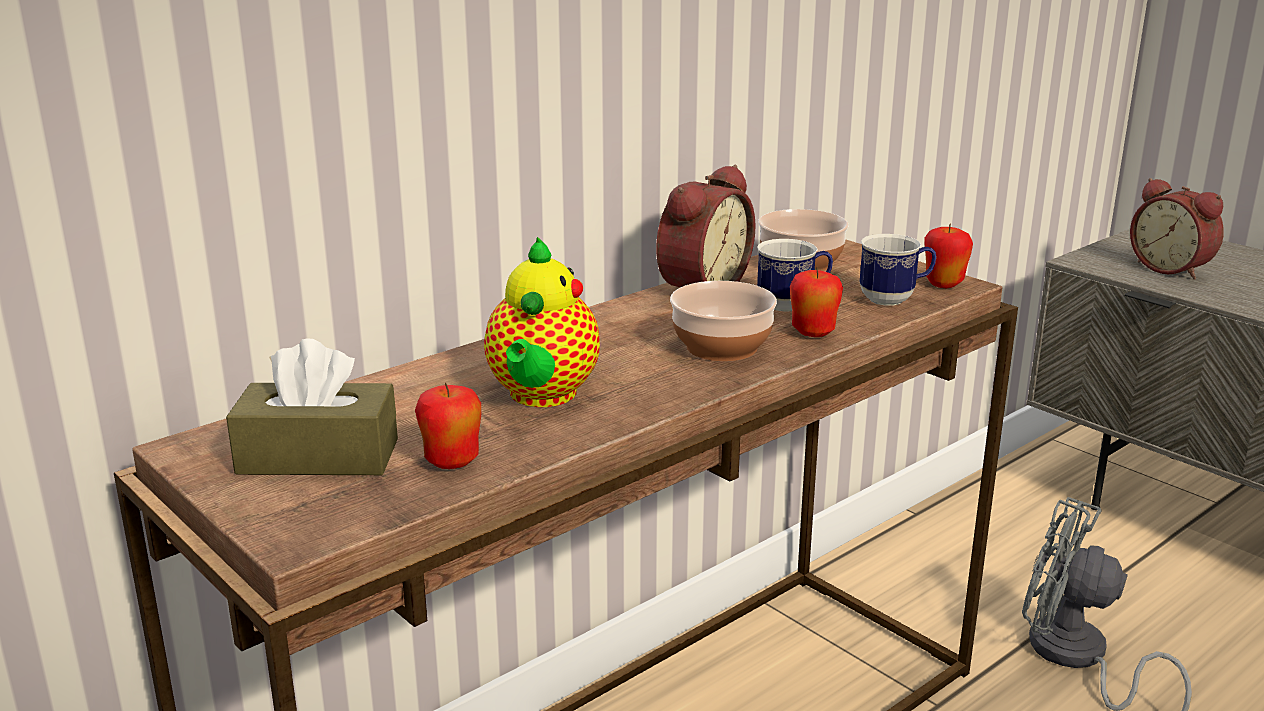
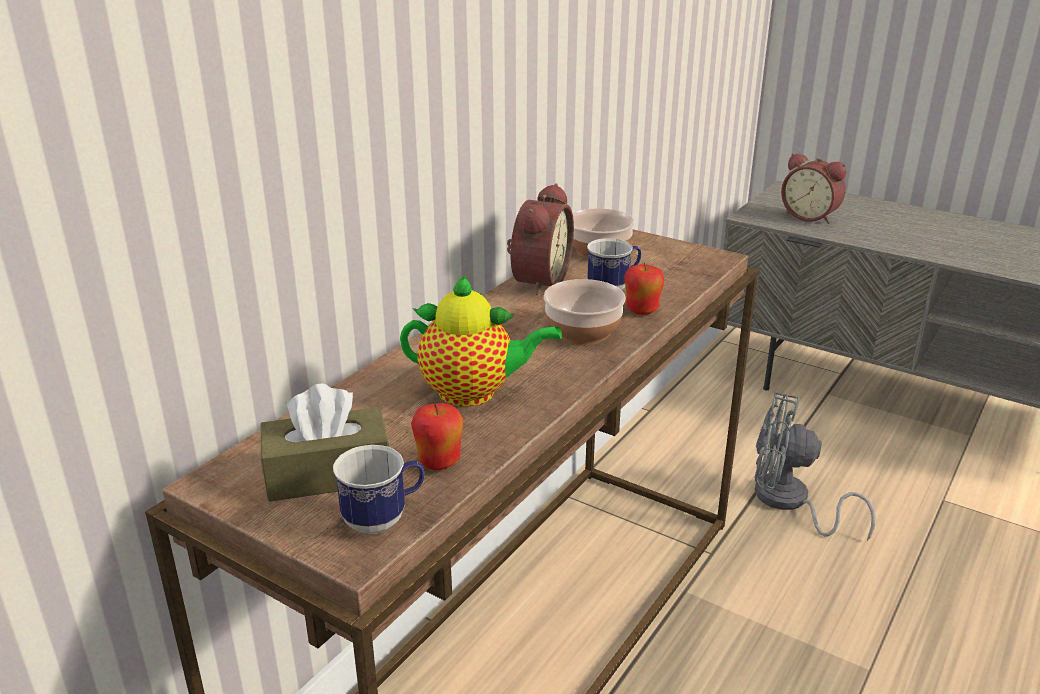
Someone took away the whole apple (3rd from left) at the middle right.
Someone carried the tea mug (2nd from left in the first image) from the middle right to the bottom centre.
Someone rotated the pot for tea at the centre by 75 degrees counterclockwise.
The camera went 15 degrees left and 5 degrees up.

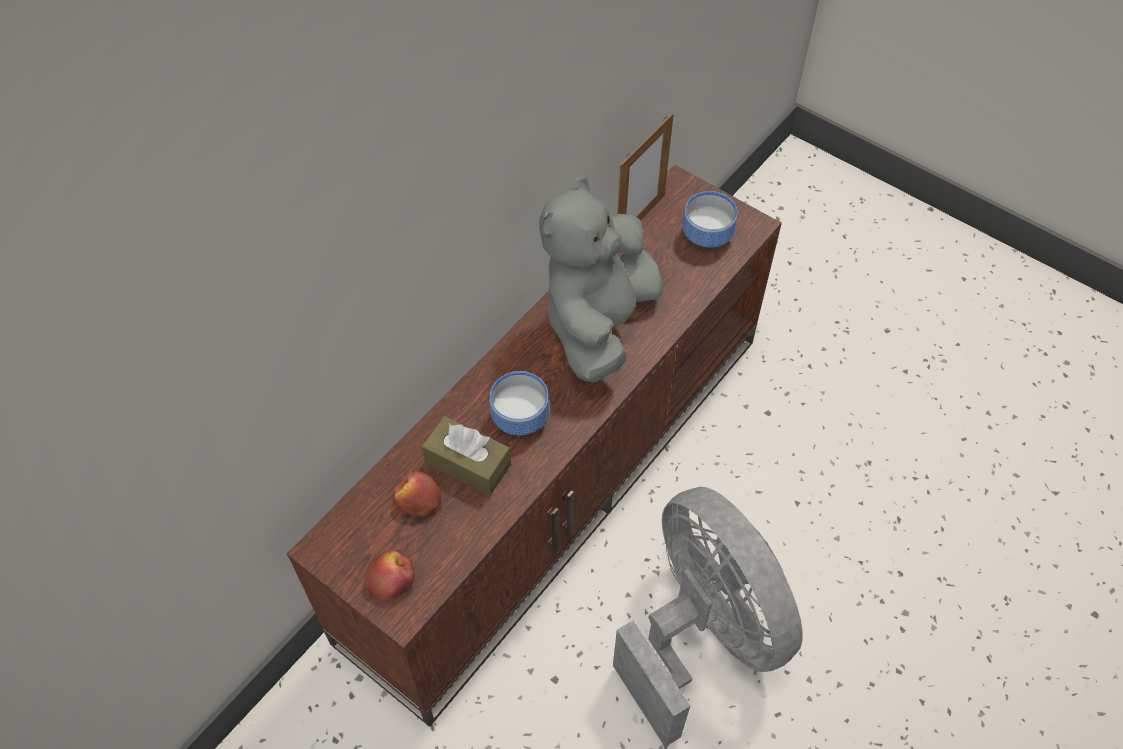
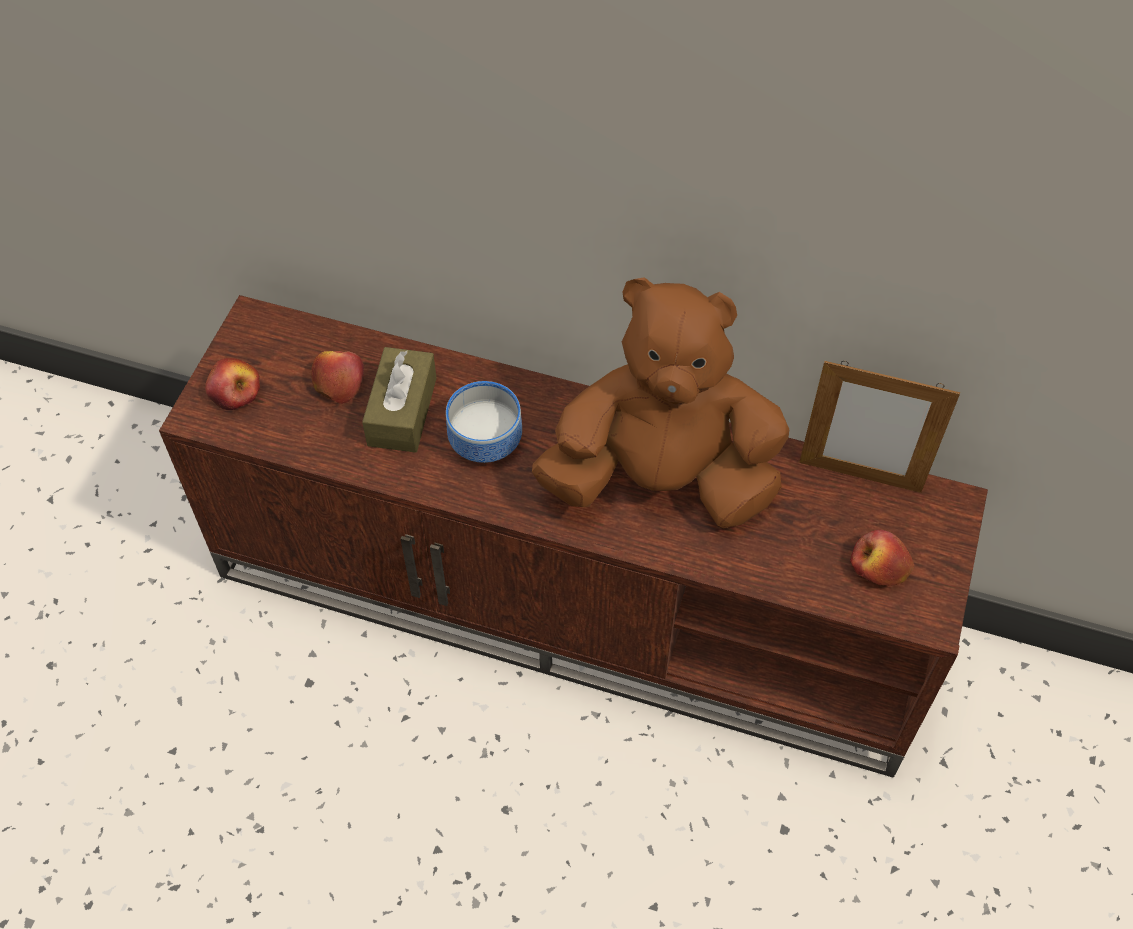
Someone repainted the gray plush toy at the centre, which became the brown-coloured plush toy at the centre.
Someone swapped the deep dish (2nd from left) at the top centre for the whole apple (3rd from left) at the middle right.
Someone took away the gray fan at the bottom centre.
The camera went 70 degrees right and 0 degrees up.

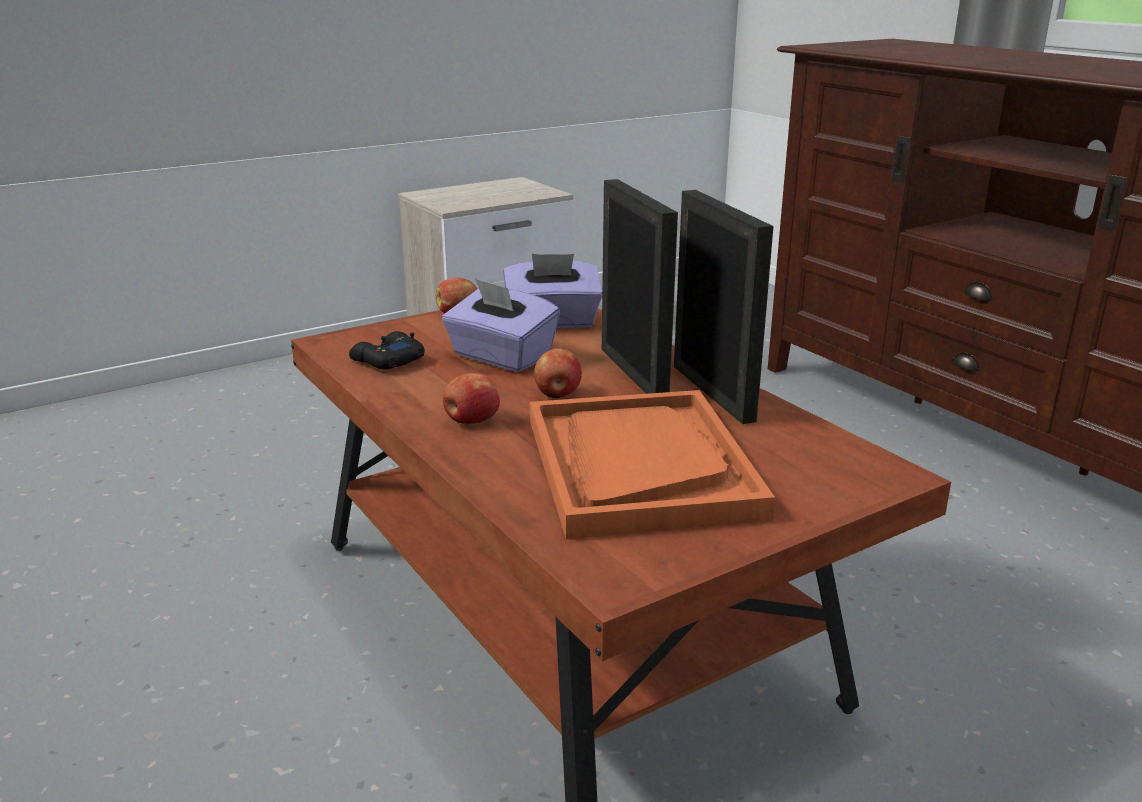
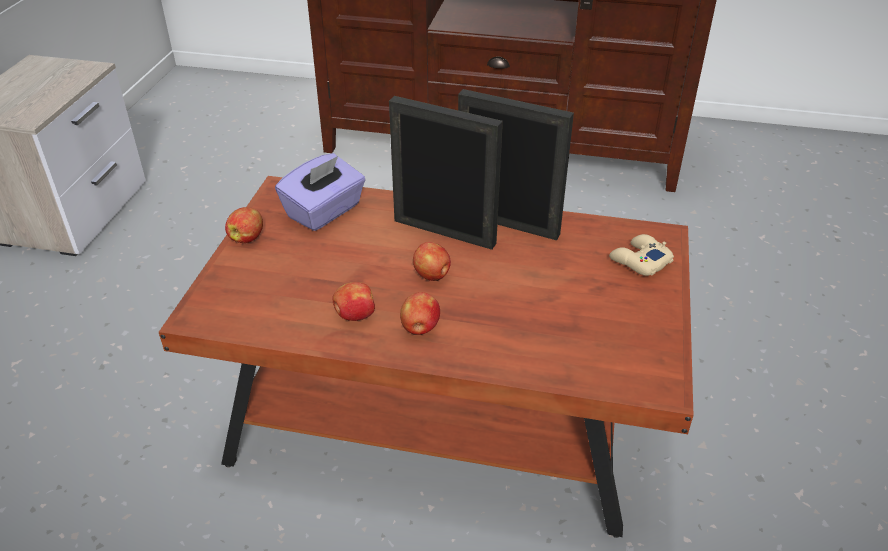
Someone took away the purple-coloured tissue box (1st from left) at the centre.
Someone took away the blackish gamepad at the centre.
Someone took away the orange carrying tray at the centre.
Someone put down the beige-coloured gamepad at the middle right.
Someone put down the whole apple (2nd from left) at the centre.
The camera went 45 degrees left and 15 degrees up.

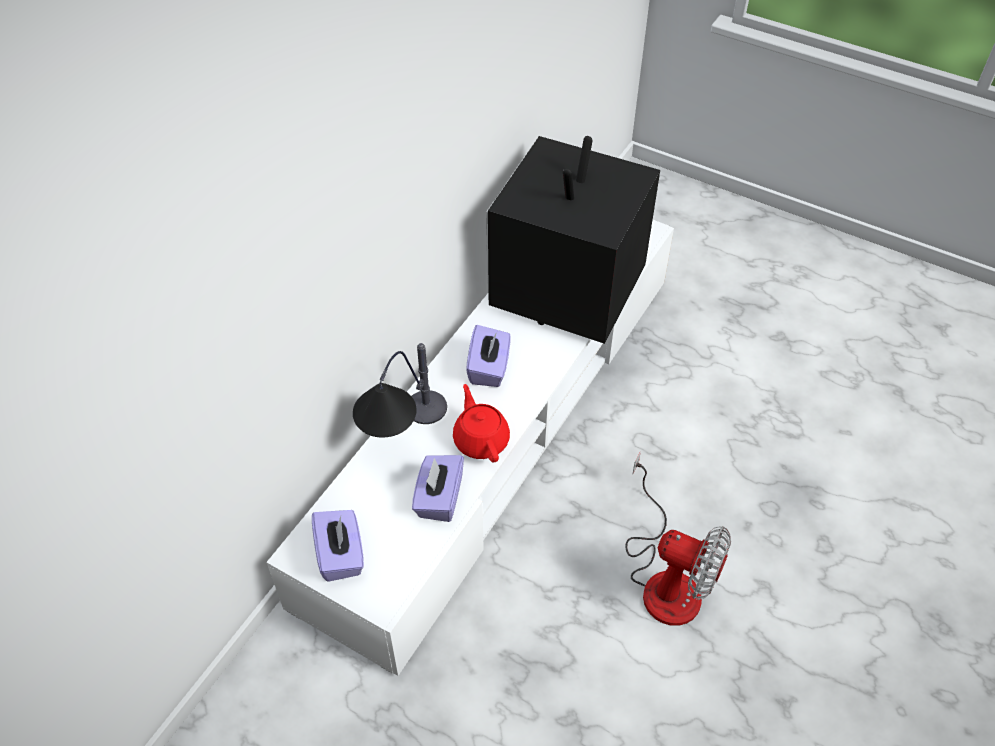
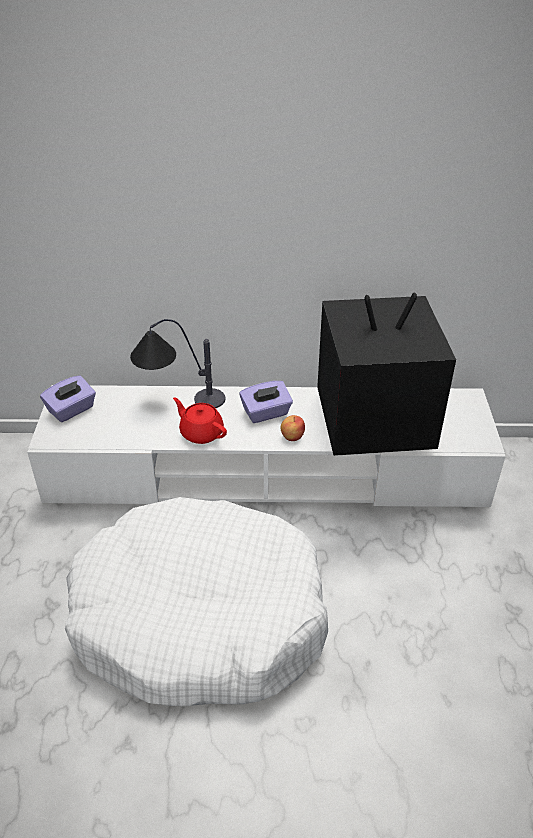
Someone rotated the reddish pot for tea at the centre by 90 degrees counterclockwise.
Someone swapped the fan at the bottom right for the whitish dog bed at the bottom centre.
Someone took away the purple-coloured tissue box (2nd from left) at the centre.
Someone put down the whole apple at the centre.
The camera went 60 degrees right and 10 degrees down.

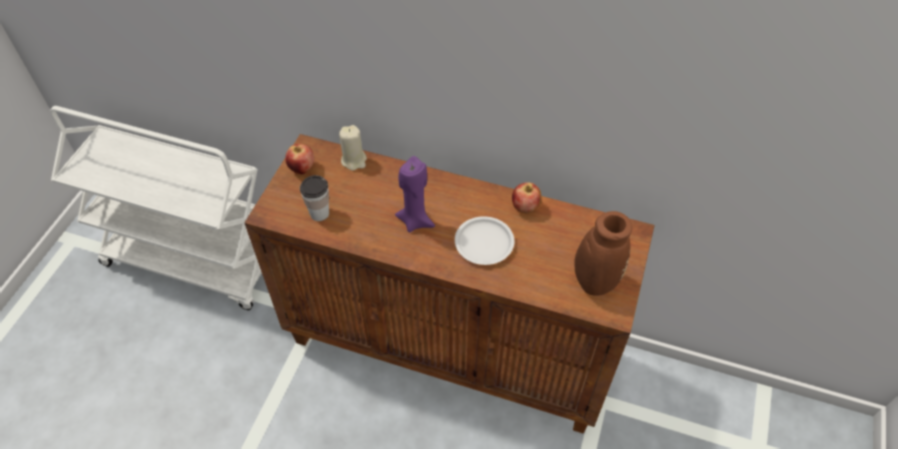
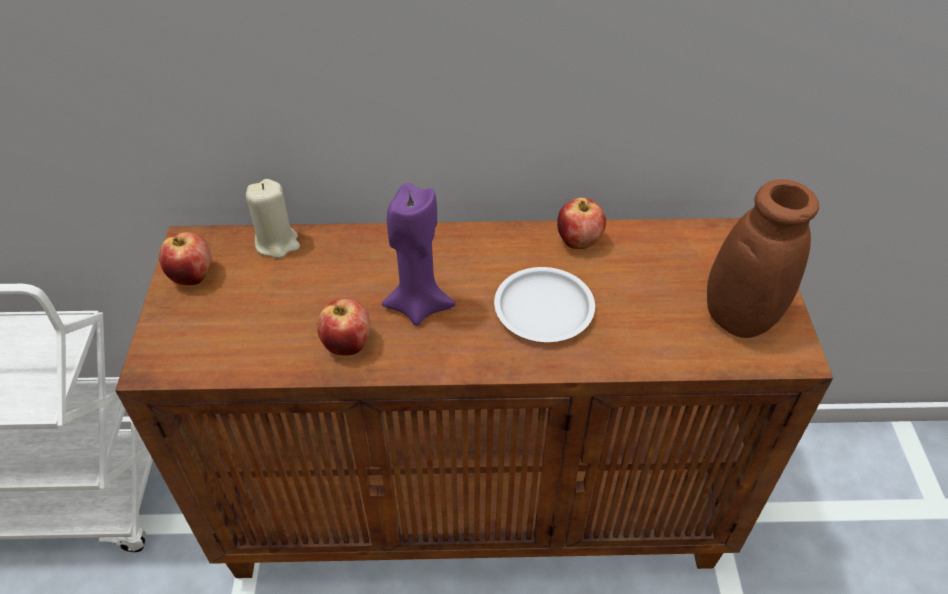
Someone took away the drinking cup at the centre.
Someone put down the whole apple (2nd from left) at the centre.
The camera went 20 degrees left and 5 degrees down.

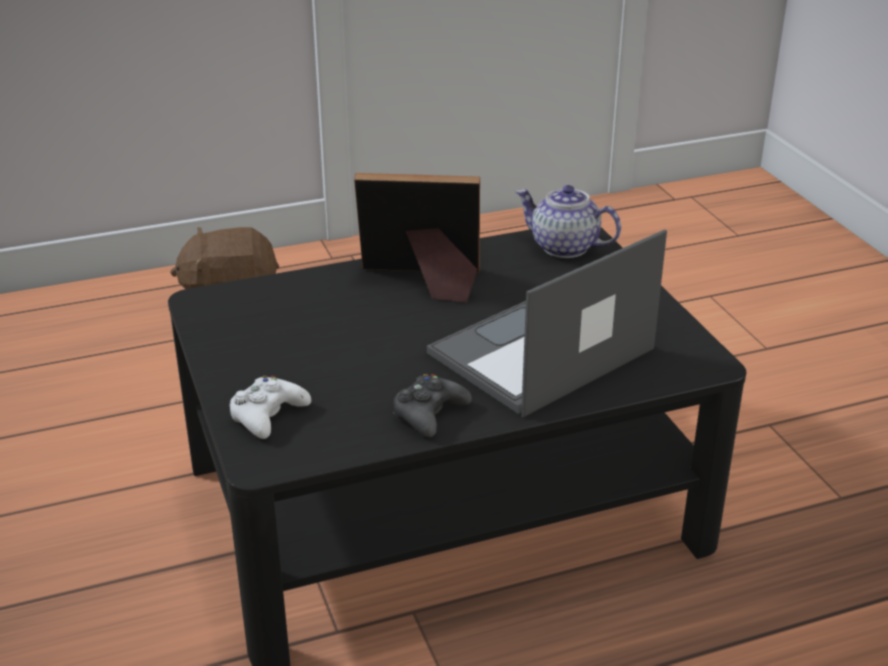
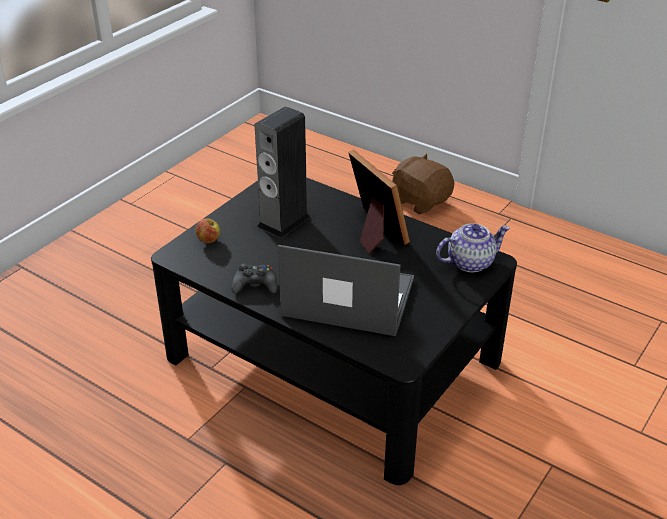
Someone rotated the pot for tea at the top centre by 75 degrees clockwise.
Someone swapped the whitish gamepad at the middle left for the whole apple at the middle left.
Someone put down the speaker at the top centre.
The camera went 55 degrees right and 5 degrees up.

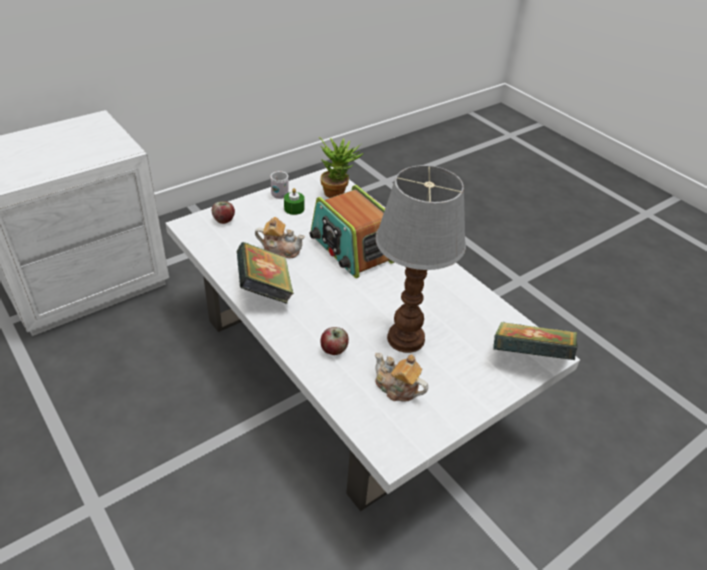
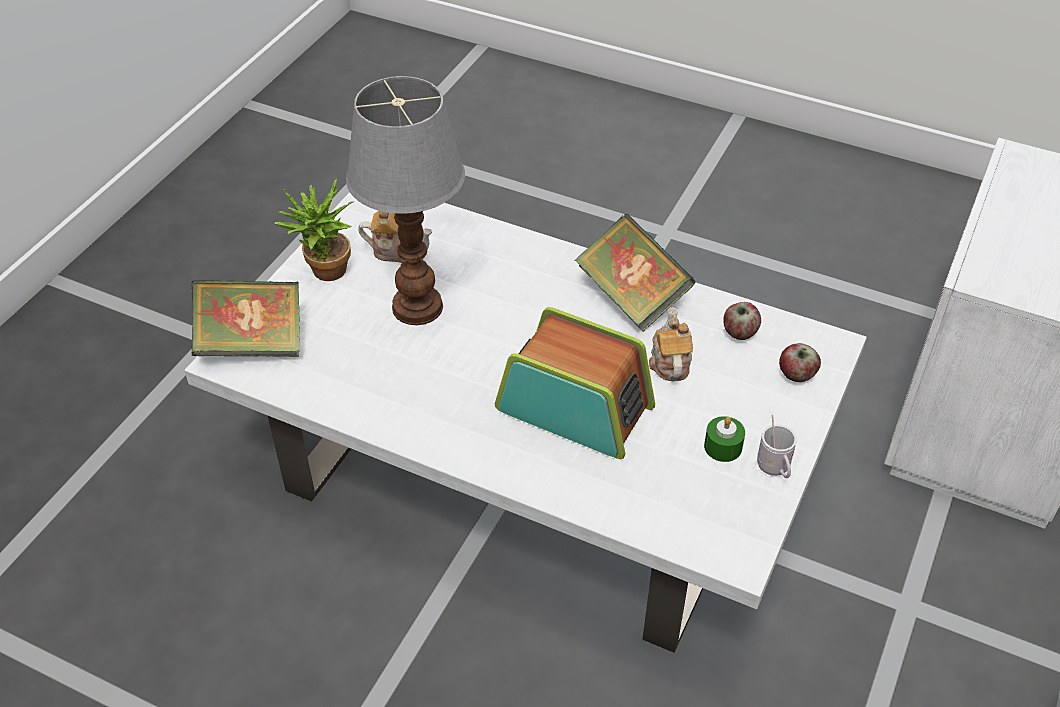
Someone carried the plant in a pot from the top centre to the top left.
Someone rotated the pot for tea (1st from left in the first image) at the centre by 105 degrees clockwise.
Someone carried the whole apple (2nd from left in the first image) from the centre to the middle right.
The camera went 155 degrees right and 5 degrees up.

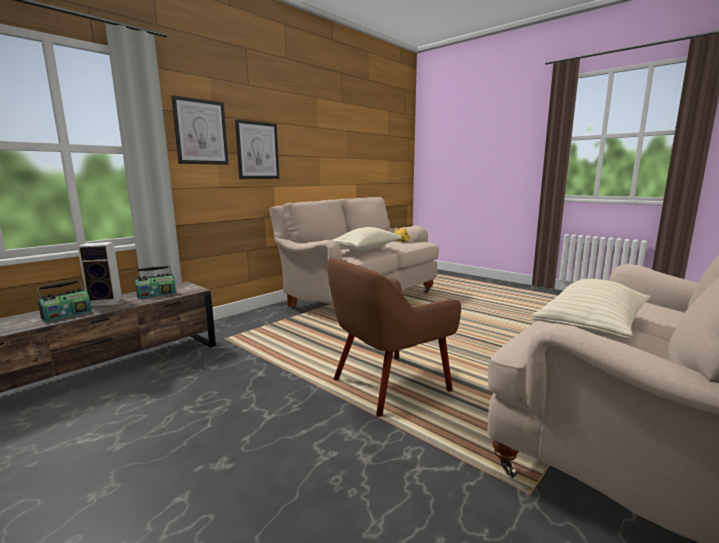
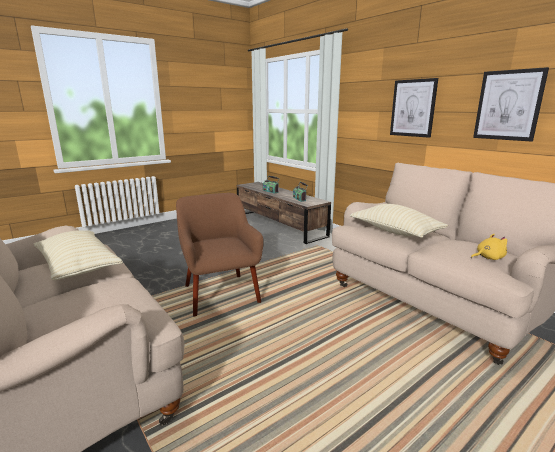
Someone carried the picture (1st from left in the first image) from the top left to the top right.
Someone took away the speaker at the middle left.
The camera went 100 degrees right and 5 degrees up.

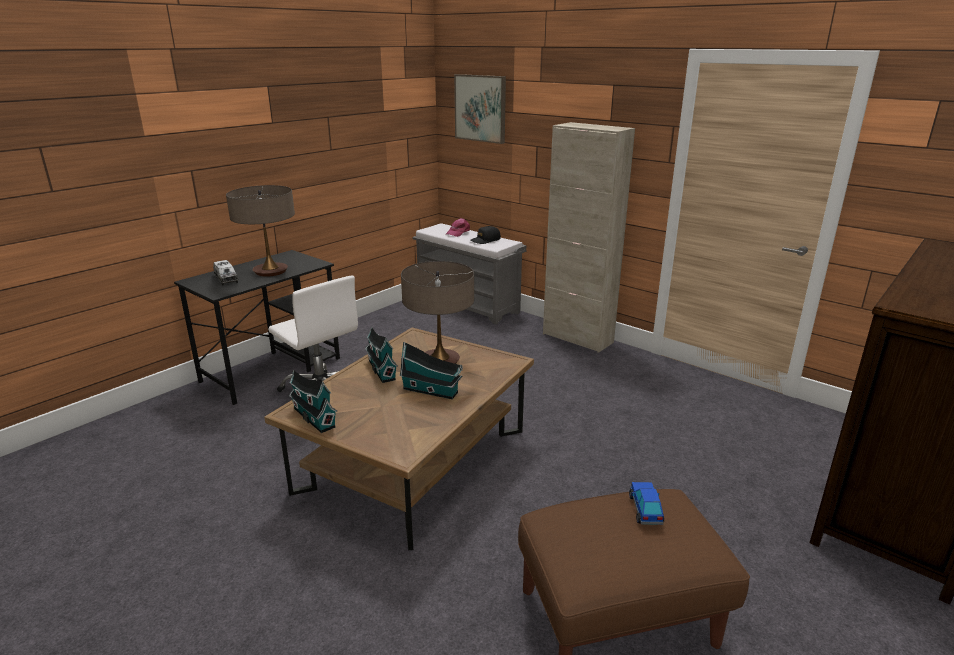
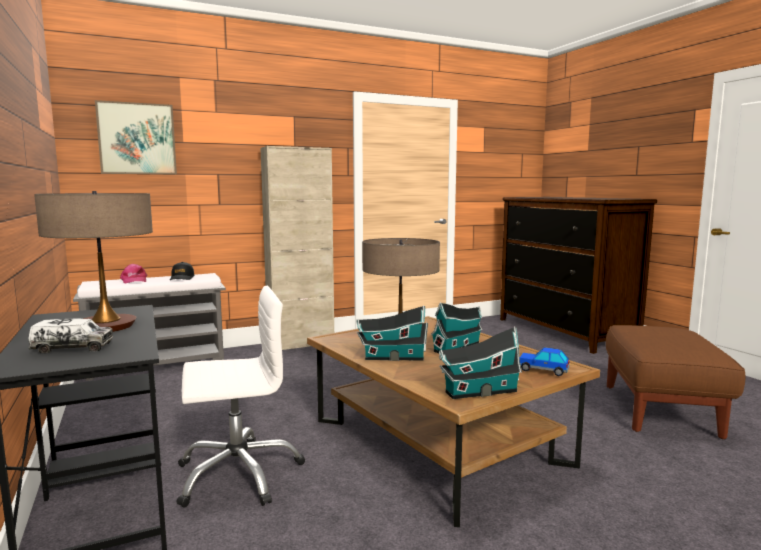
Someone carried the toy car from the bottom right to the middle right.
The camera went 65 degrees left and 15 degrees down.

